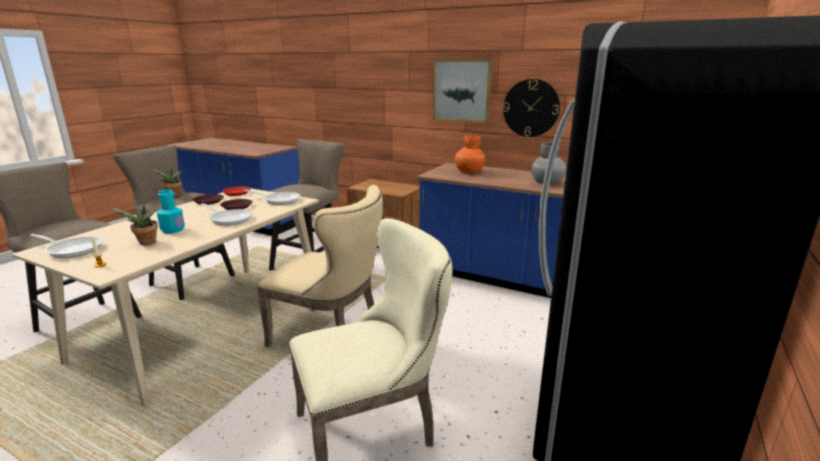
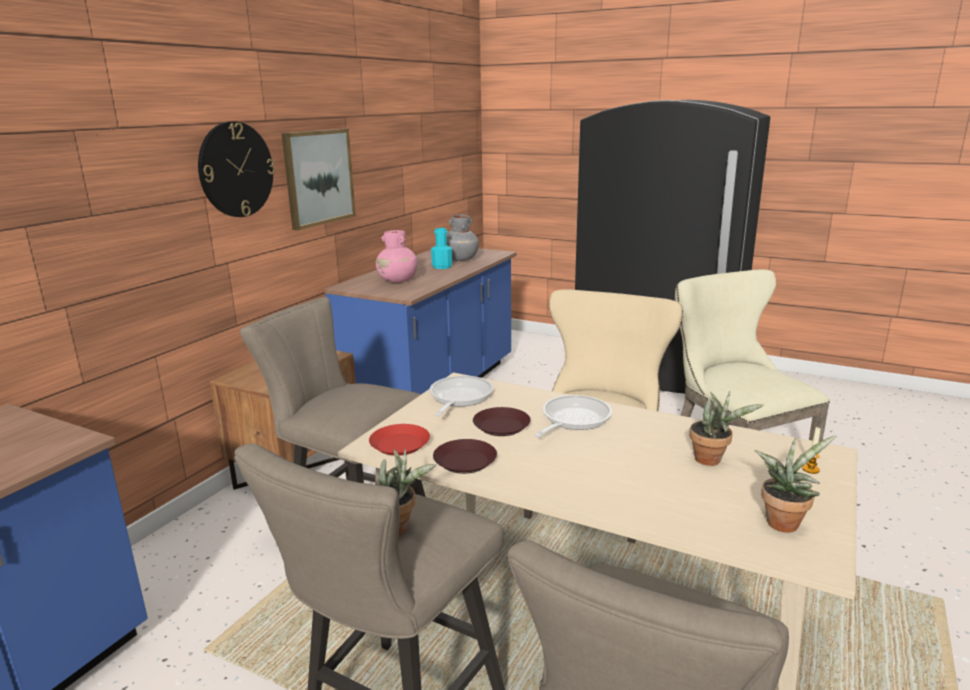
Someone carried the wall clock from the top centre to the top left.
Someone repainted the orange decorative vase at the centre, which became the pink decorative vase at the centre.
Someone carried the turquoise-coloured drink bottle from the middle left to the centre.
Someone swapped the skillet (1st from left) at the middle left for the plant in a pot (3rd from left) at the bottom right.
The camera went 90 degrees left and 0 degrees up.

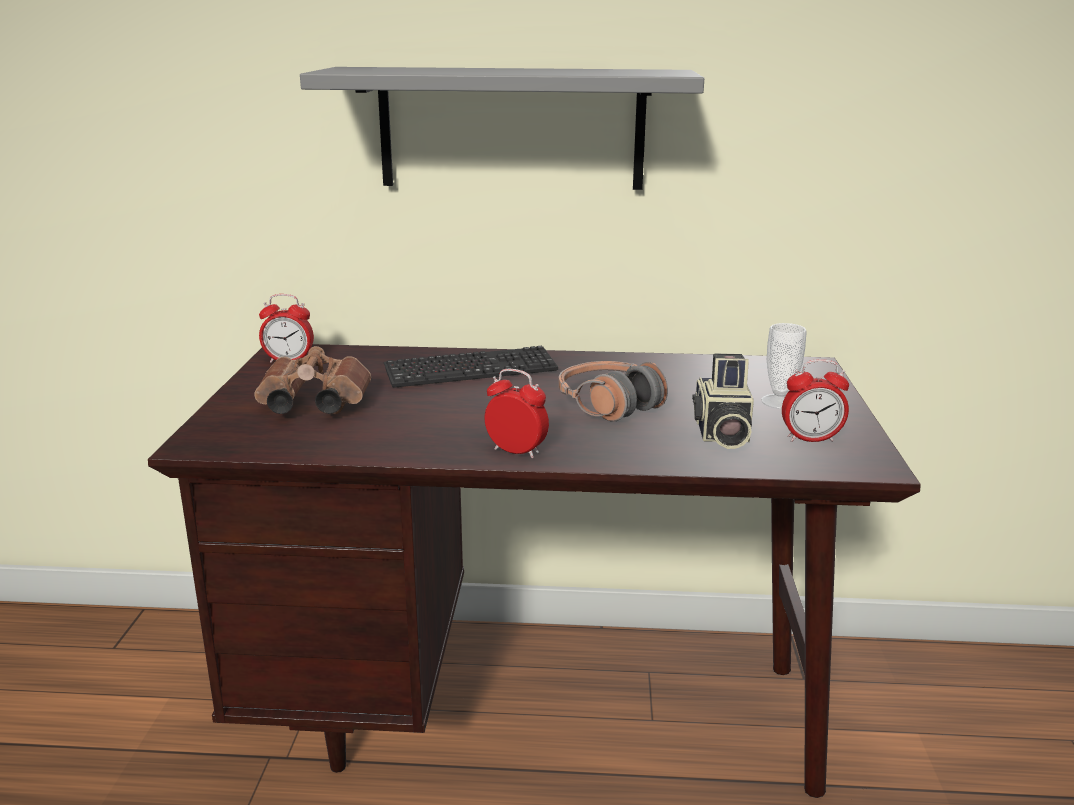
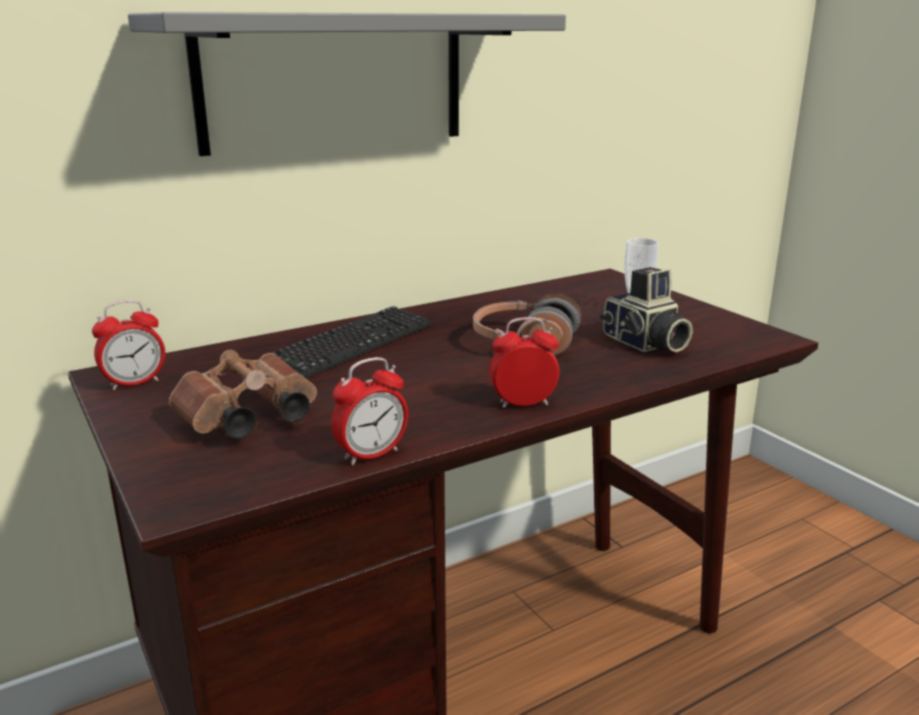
Someone carried the alarm clock (3rd from left in the first image) from the middle right to the centre.
The camera went 35 degrees left and 0 degrees up.

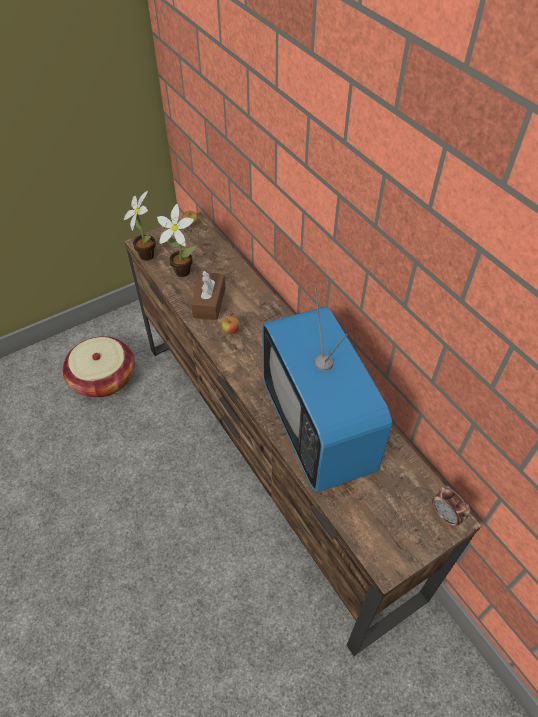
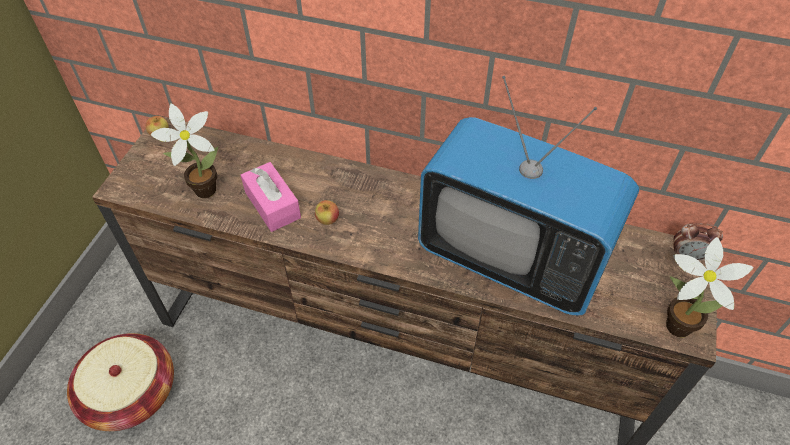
Someone carried the plant in a pot (1st from left in the first image) from the top left to the middle right.
Someone repainted the brown-coloured tissue box at the centre, which became the pink tissue box at the centre.
The camera went 40 degrees left and 0 degrees up.

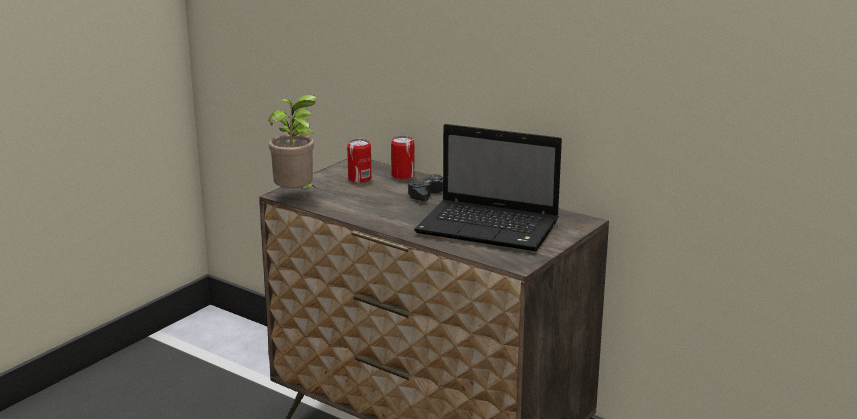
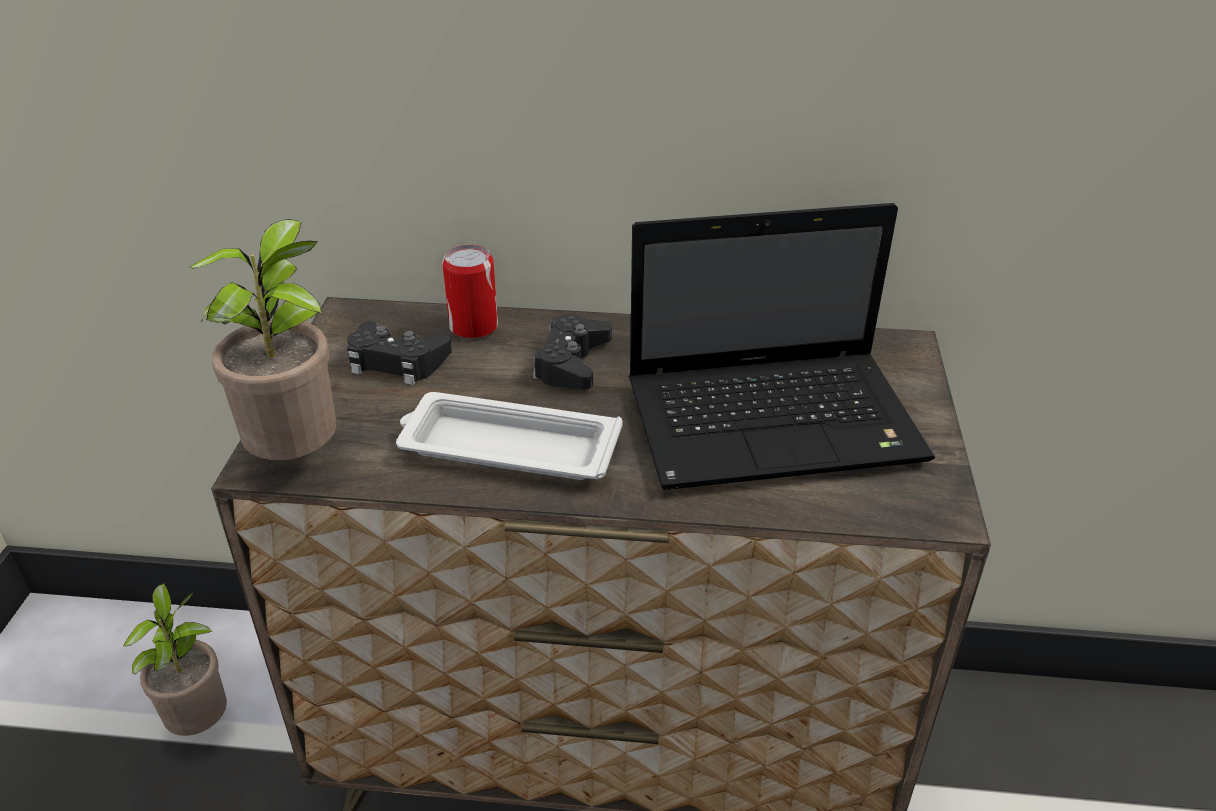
Someone swapped the can (1st from left) at the centre for the blackish gamepad (1st from left) at the middle left.
Someone put down the whitish carrying tray at the centre.
Someone put down the plant in a pot (1st from left) at the bottom left.
The camera went 30 degrees left and 15 degrees up.

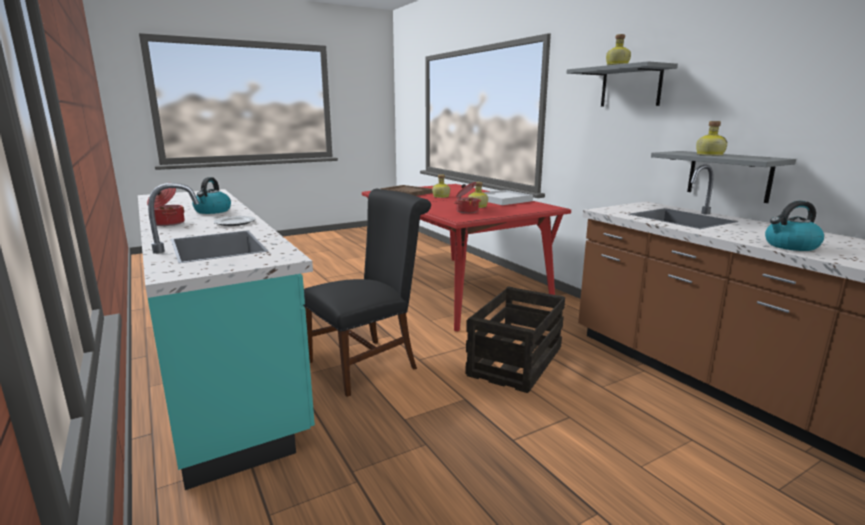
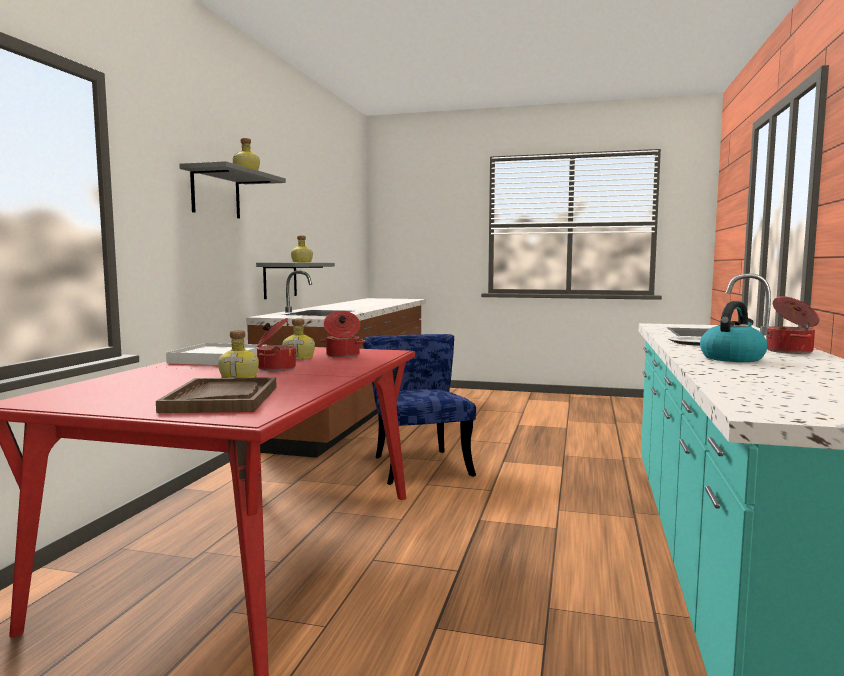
Someone took away the blackish plain chair at the centre.
Someone took away the water kettle (2nd from left) at the middle right.
Someone swapped the shipping crate at the centre for the bluish plain chair at the centre.
Someone put down the stockpot (1st from left) at the middle left.
The camera went 135 degrees left and 10 degrees down.

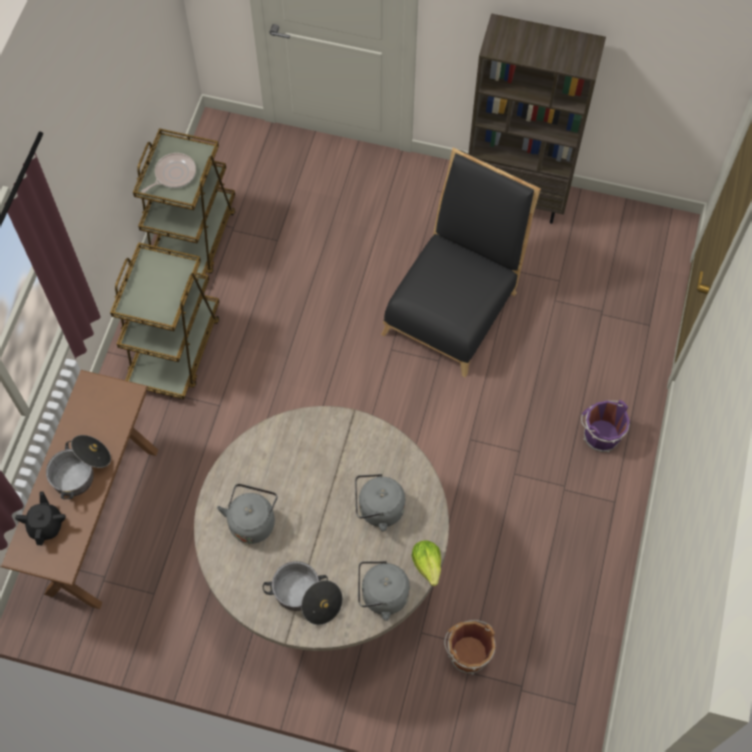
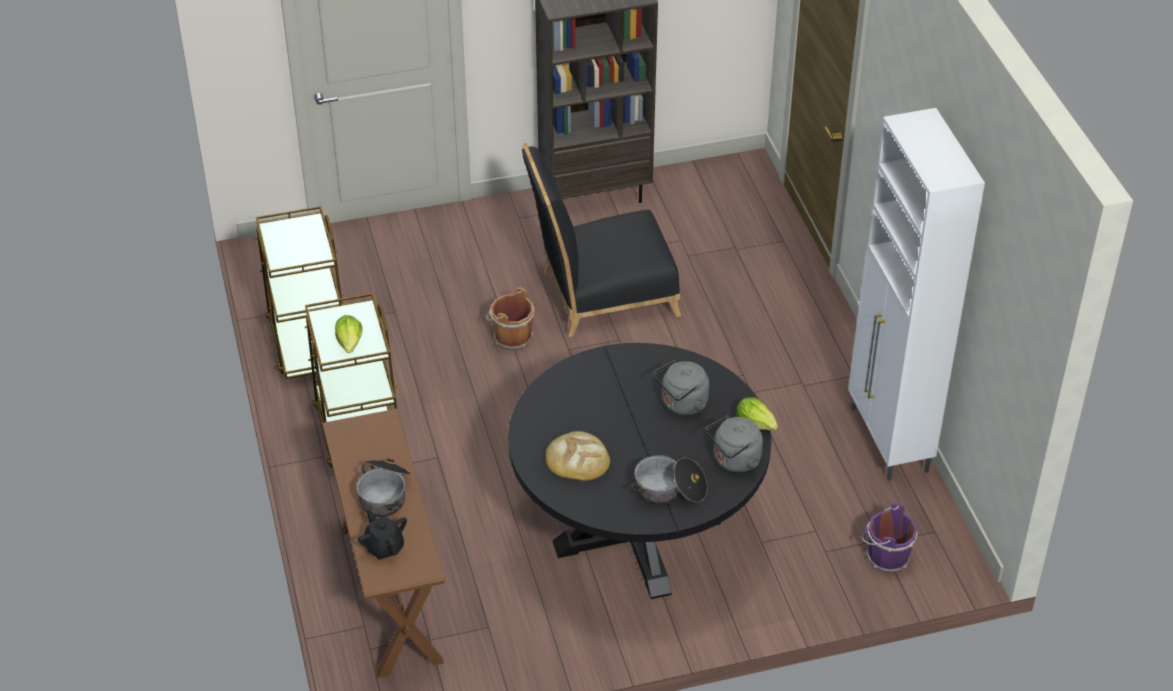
Someone rotated the blackish plain chair at the centre by 105 degrees counterclockwise.
Someone took away the skillet at the top left.
Someone carried the purple-coloured bucket from the middle right to the bottom right.
Someone repainted the beige-coloured kitchen table at the bottom centre, which became the blackish kitchen table at the bottom centre.
Someone swapped the gray water kettle (1st from left) at the bottom left for the bakery bread at the centre.
Someone carried the brown-coloured bucket from the bottom centre to the centre.
Someone put down the whitish cabinet at the middle right.
Someone put down the head of lettuce (1st from left) at the middle left.
The camera went 30 degrees left and 20 degrees down.

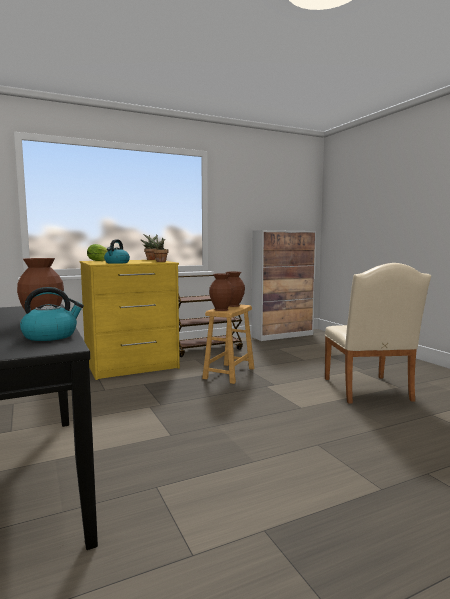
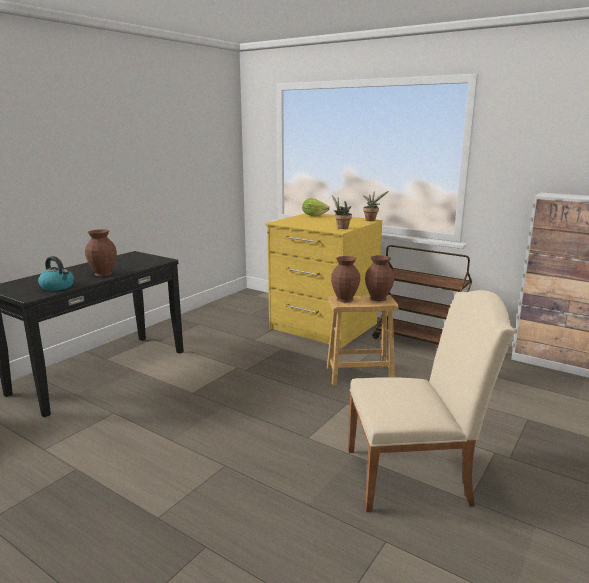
Someone took away the water kettle (2nd from left) at the middle left.
Someone rotated the beige-coloured plain chair at the middle right by 150 degrees counterclockwise.
The camera went 60 degrees right and 10 degrees up.

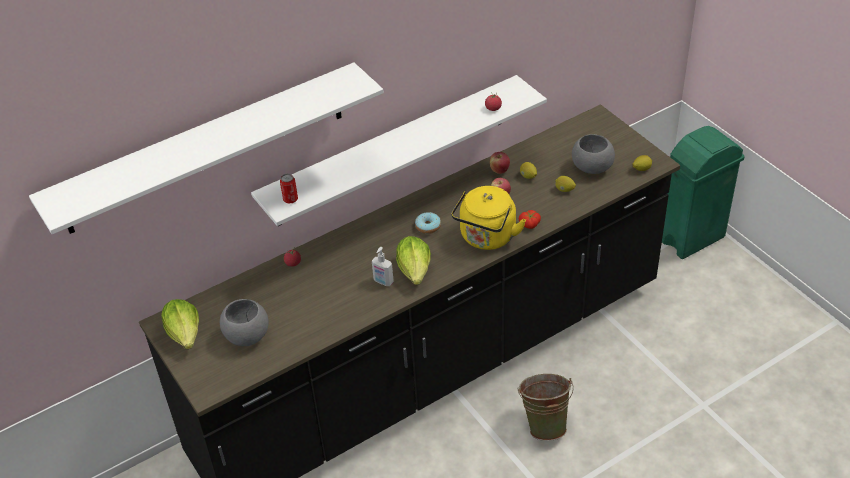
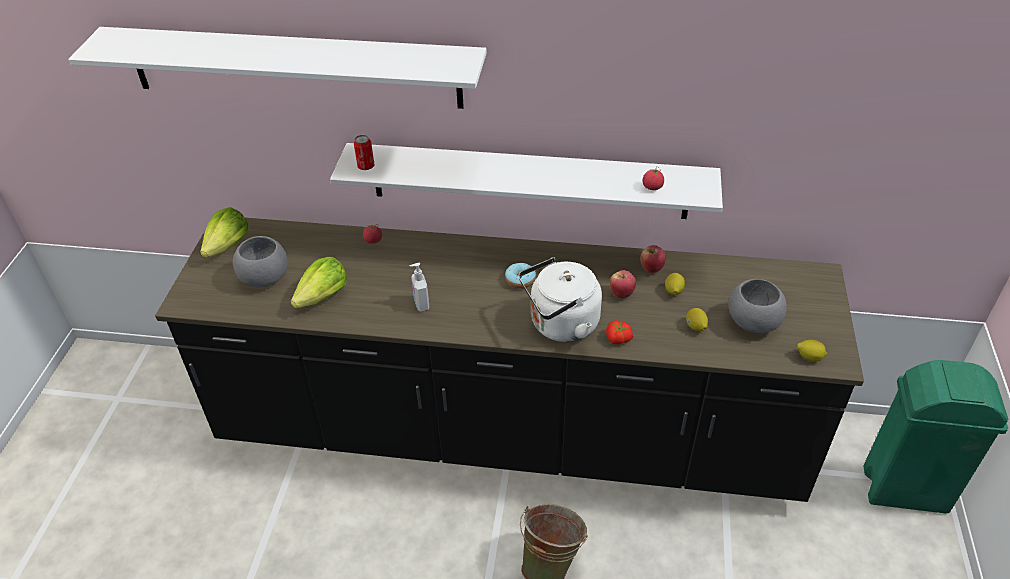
Someone repainted the yellow-coloured water kettle at the centre, which became the whitish water kettle at the centre.
Someone carried the head of lettuce (2nd from left) from the centre to the middle left.
The camera went 40 degrees right and 0 degrees up.

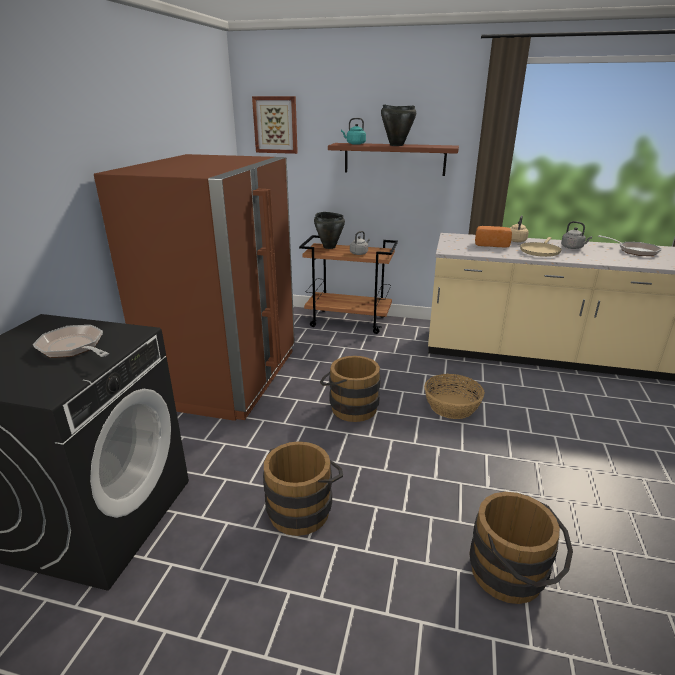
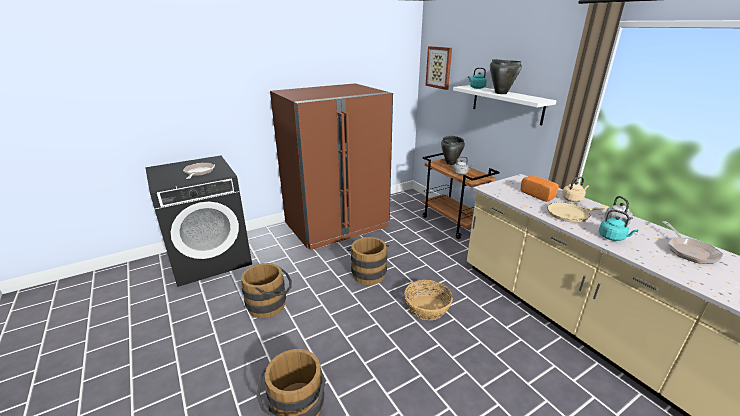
Someone repainted the brown-coloured bracket shelf at the top centre, which became the whitish bracket shelf at the top right.
Someone put down the turquoise-coloured water kettle (2nd from left) at the middle right.
The camera went 45 degrees right and 0 degrees up.

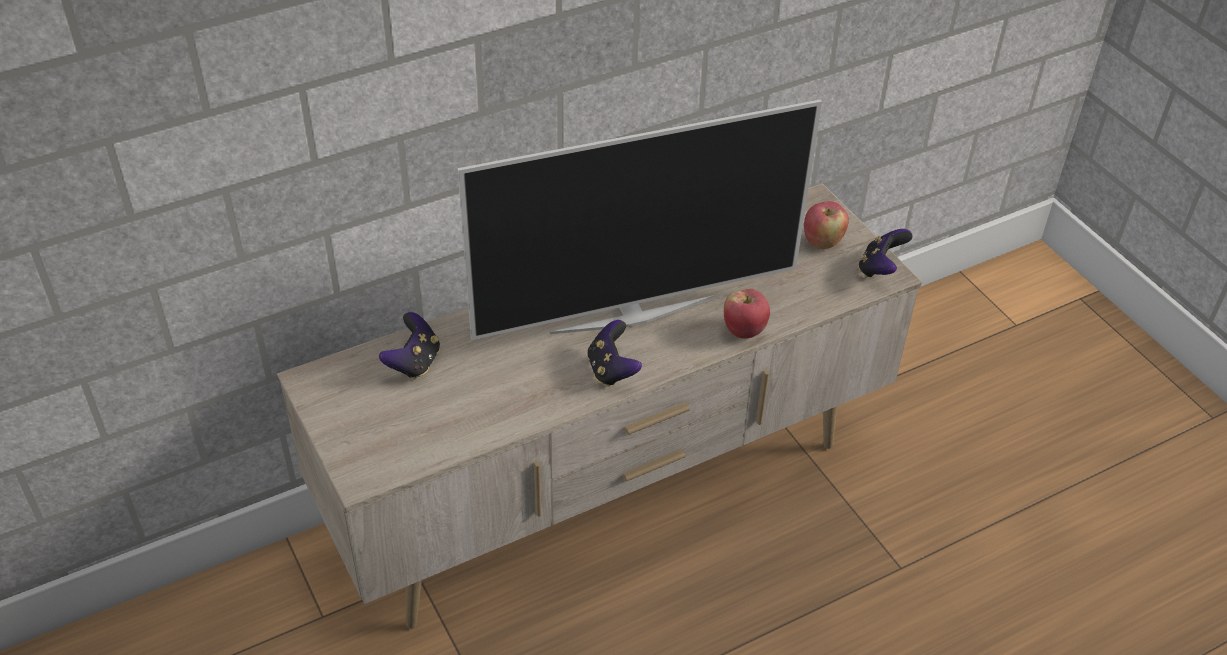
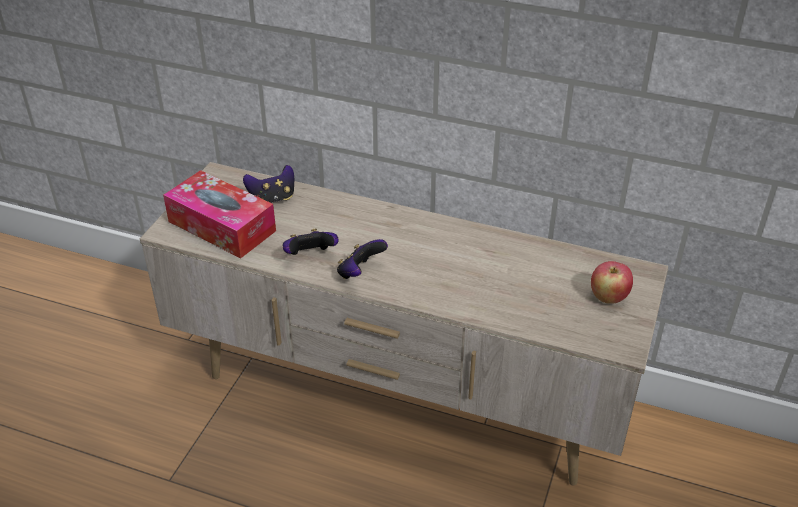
Someone took away the TV at the centre.
Someone carried the gamepad (3rd from left in the first image) from the middle right to the centre.
Someone took away the whole apple (1st from left) at the centre.
Someone put down the tissue box at the middle left.
The camera went 50 degrees right and 5 degrees down.

